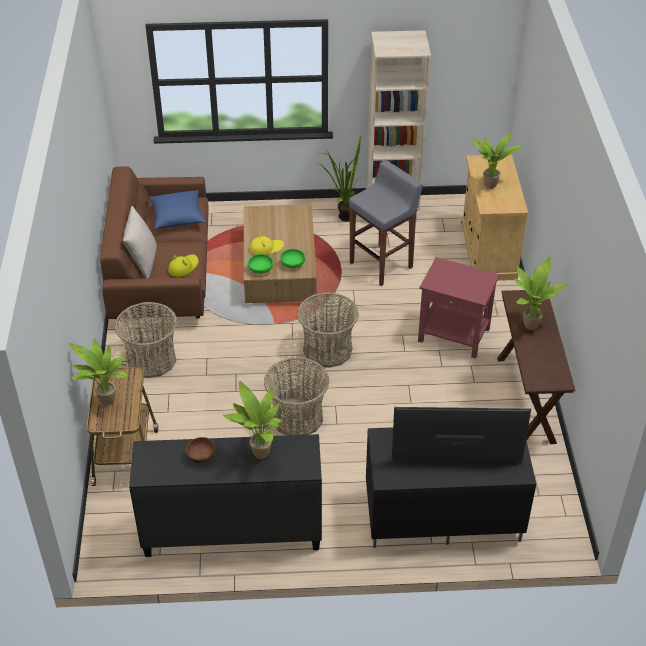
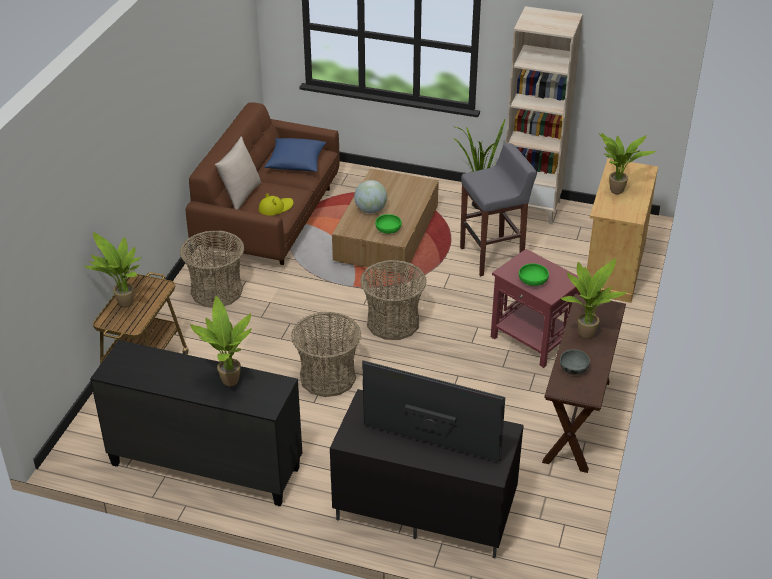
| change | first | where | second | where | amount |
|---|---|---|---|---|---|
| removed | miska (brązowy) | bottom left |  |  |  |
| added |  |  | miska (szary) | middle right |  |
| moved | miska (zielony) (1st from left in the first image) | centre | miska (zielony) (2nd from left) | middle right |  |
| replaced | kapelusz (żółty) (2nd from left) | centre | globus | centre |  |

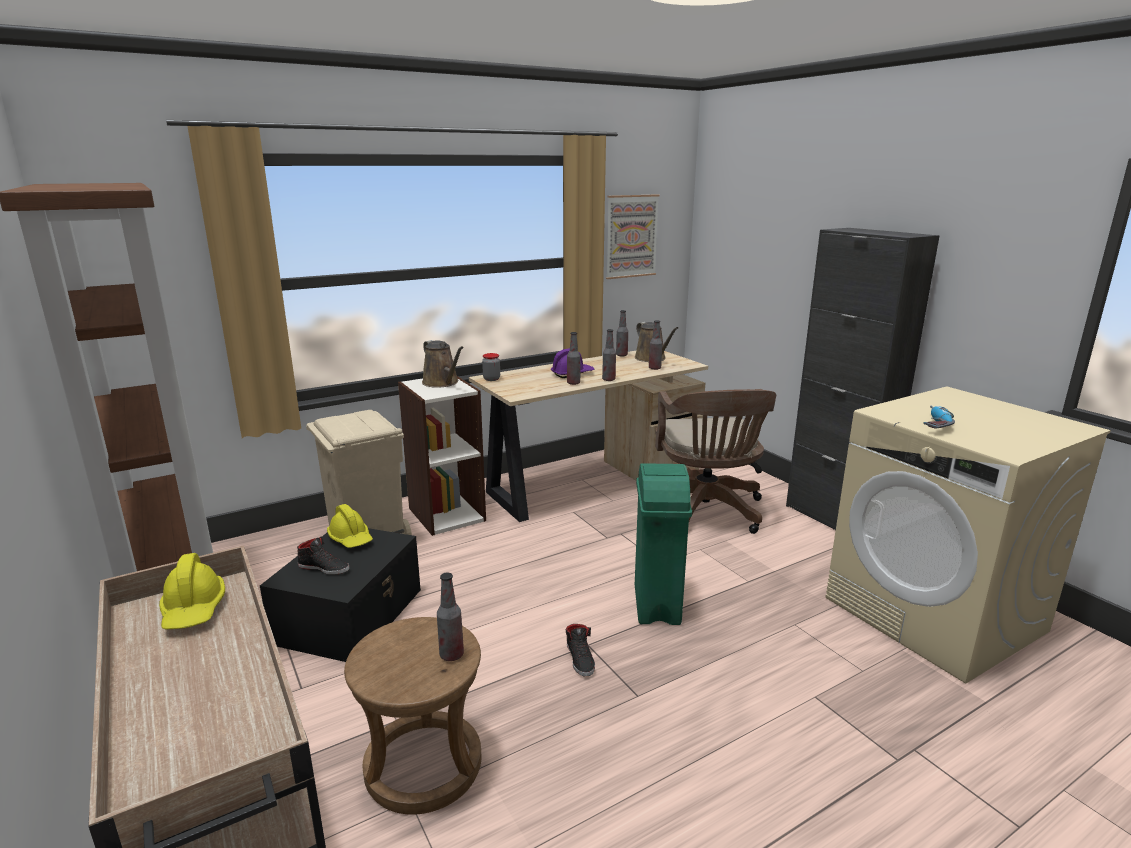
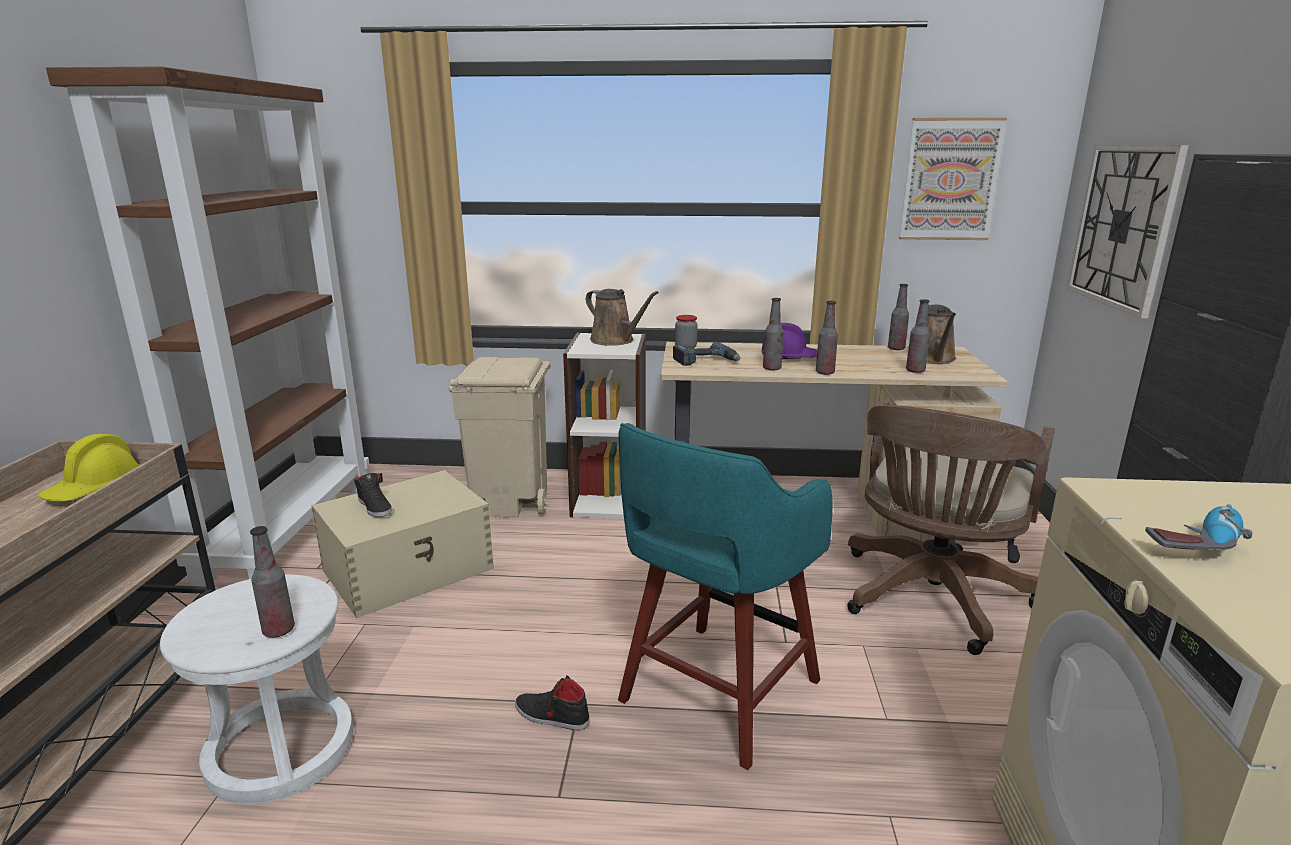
| change | first | where | second | where | amount |
|---|---|---|---|---|---|
| removed | kask (żółty) (2nd from left) | middle left |  |  |  |
| added |  |  | wiertarka (1st from left) | centre |  |
| added |  |  | zegar ścienny | top right |  |
| replaced | kosz na śmieci (zielony) | centre | stołek (turkusowy) | bottom centre |  |
| recoloured | pojemnik do przechowywania (czarny) | bottom left | pojemnik do przechowywania (beżowy) | middle left |  |
| recoloured | stołek (brązowy) | bottom centre | stołek (biały) | bottom left |  |
| turned | konewka (brązowy) (1st from left) | centre |  | centre | 45 degrees counterclockwise |
| turned | but (czarny) (2nd from left) | bottom centre |  | bottom centre | 90 degrees clockwise |

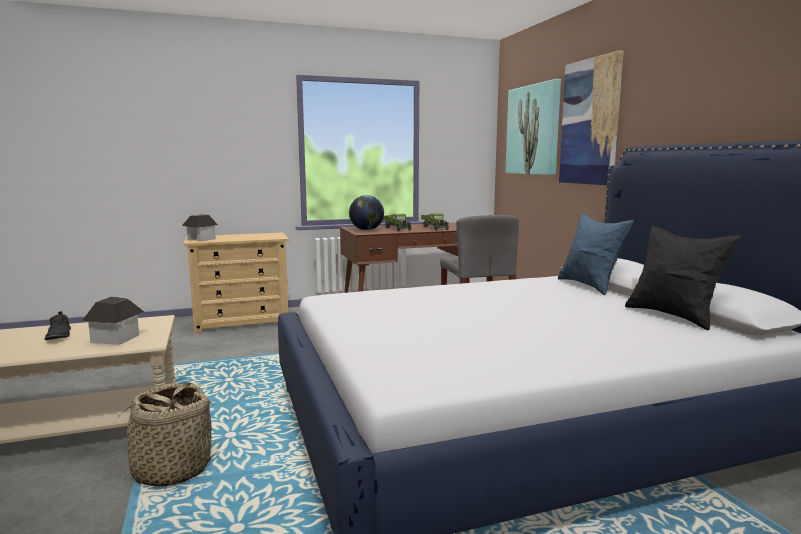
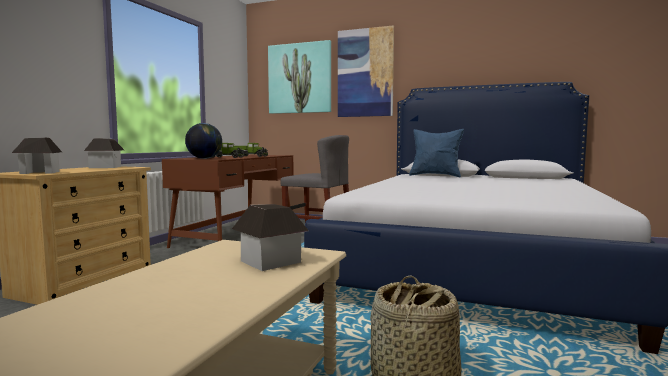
| change | first | where | second | where | amount |
|---|---|---|---|---|---|
| removed | but (czarny) | middle left |  |  |  |
| removed | poduszka (czarny) | middle right |  |  |  |
| added |  |  | domek (2nd from left) | middle left |  |

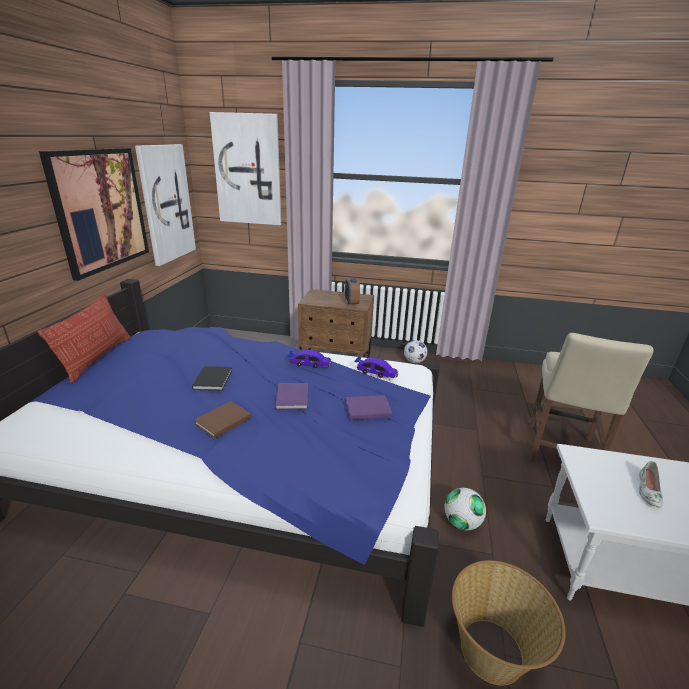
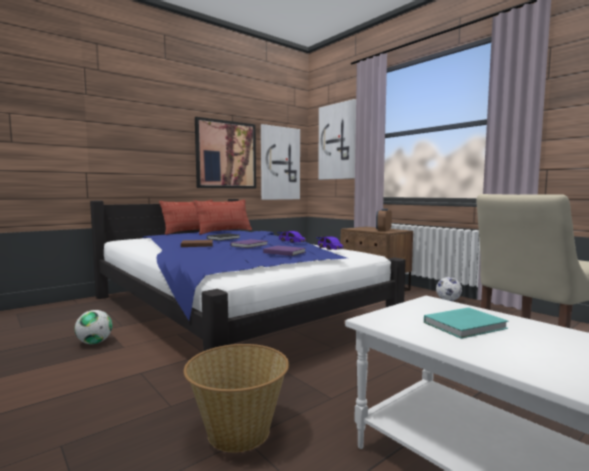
| change | first | where | second | where | amount |
|---|---|---|---|---|---|
| added |  |  | poduszka (2nd from left) | centre |  |
| moved | piłka futbolowa (2nd from left in the first image) | bottom right | piłka futbolowa (1st from left) | bottom left |  |
| replaced | but (biały) | bottom right | książka (turkusowy) | bottom right |  |

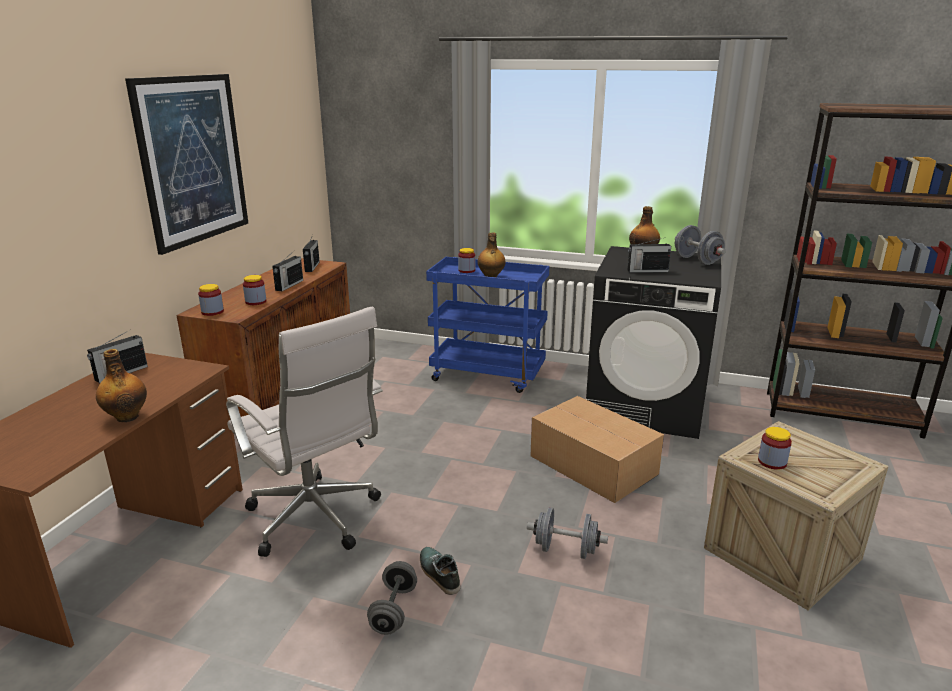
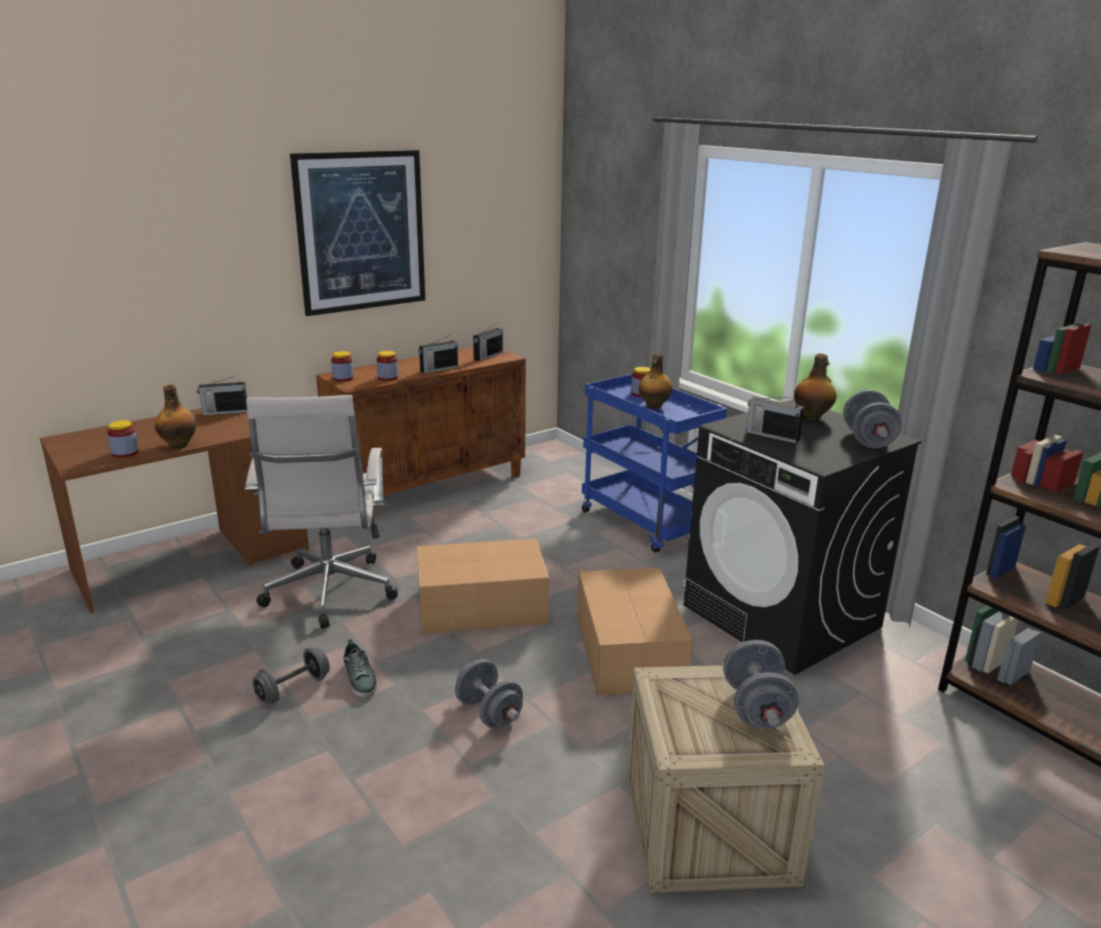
| change | first | where | second | where | amount |
|---|---|---|---|---|---|
| added |  |  | karton (1st from left) | centre |  |
| added |  |  | hantel (szary) (3rd from left) | bottom right |  |
| moved | słoik (4th from left in the first image) | middle right | słoik (1st from left) | middle left |  |
| turned | but | bottom centre |  | bottom left | 150 degrees clockwise |

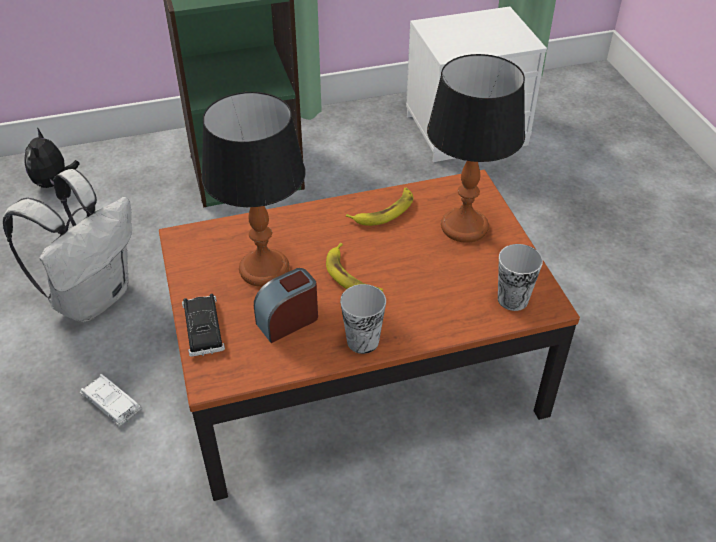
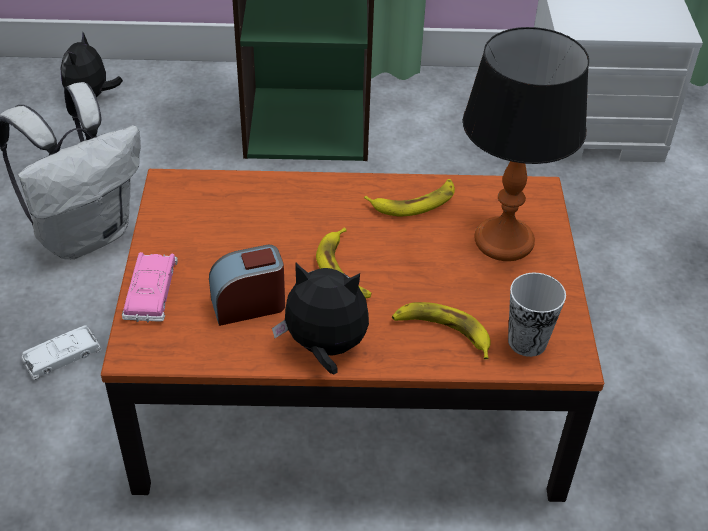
| change | first | where | second | where | amount |
|---|---|---|---|---|---|
| removed | lampa stołowa (1st from left) | centre |  |  |  |
| added |  |  | banan (3rd from left) | centre |  |
| replaced | filiżanka (1st from left) | centre | pluszak (2nd from left) | centre |  |
| recoloured | samochodzik (czarny) | middle left | samochodzik (różowy) | middle left |  |
| turned | samochodzik (biały) | bottom left |  | middle left | 90 degrees clockwise |

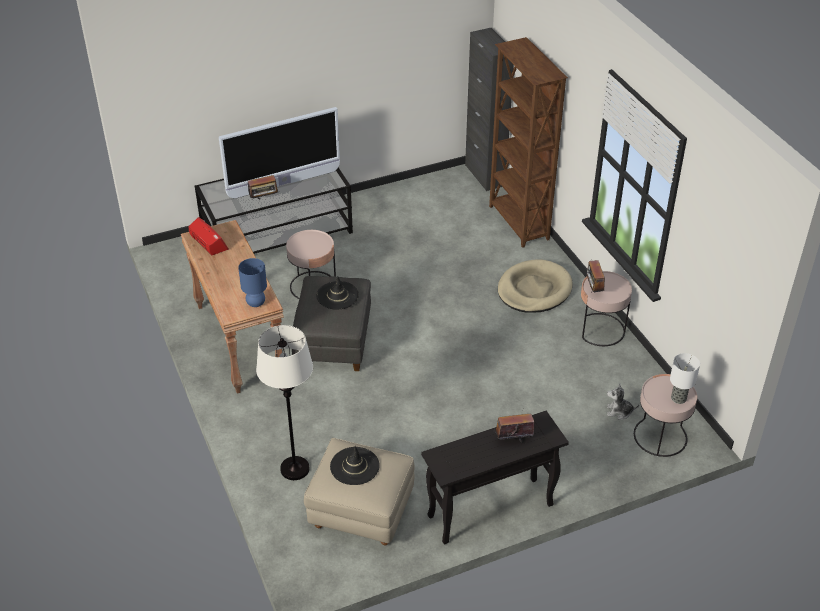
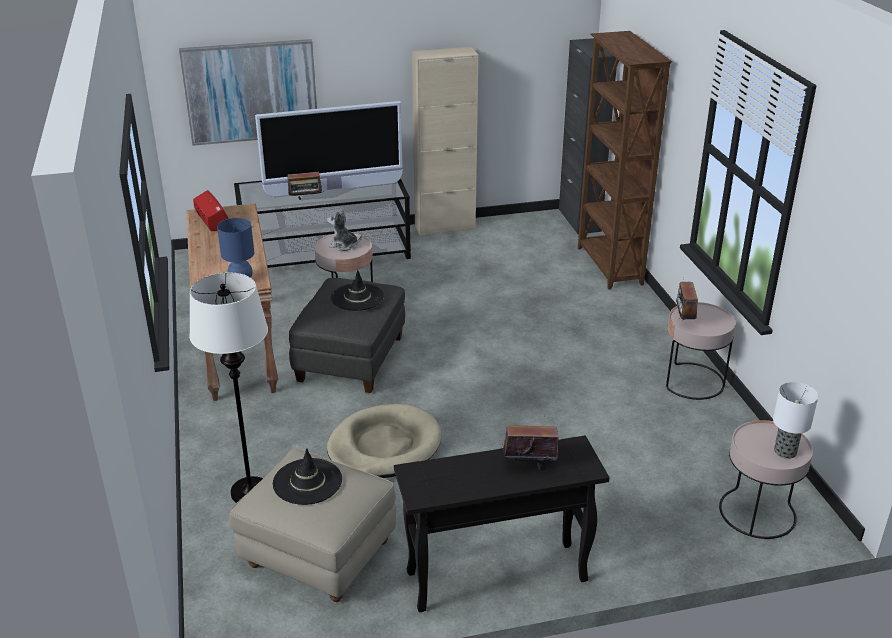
| change | first | where | second | where | amount |
|---|---|---|---|---|---|
| added |  |  | obraz | top left |  |
| added |  |  | szafka (beżowy) | top centre |  |
| moved | legowisko (beżowy) | centre |  | bottom centre |  |
| moved | pluszak | middle right |  | centre |  |

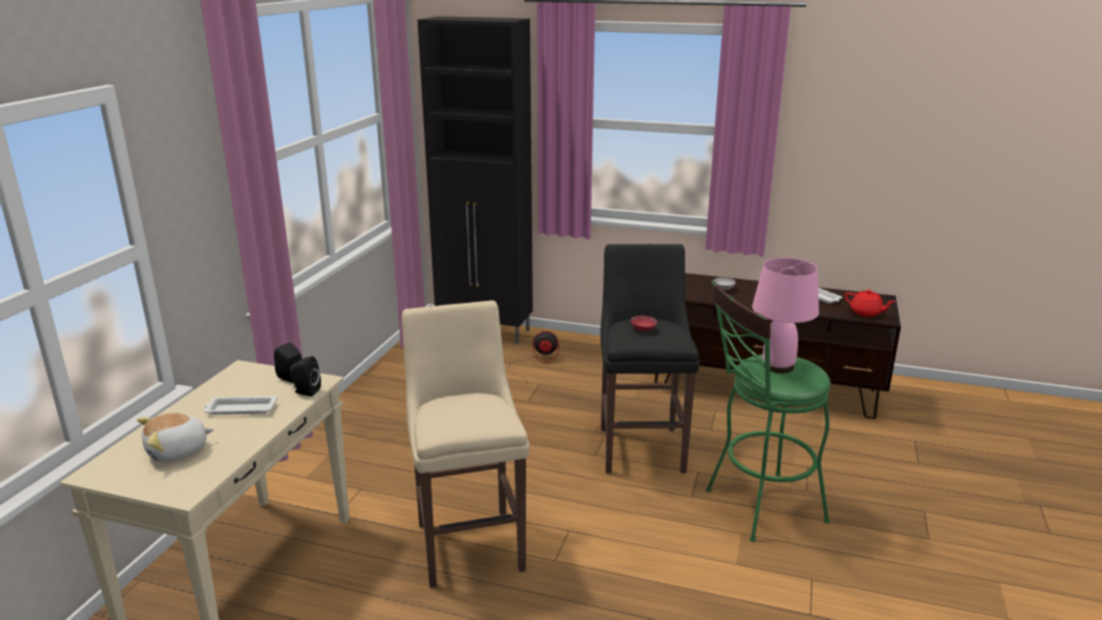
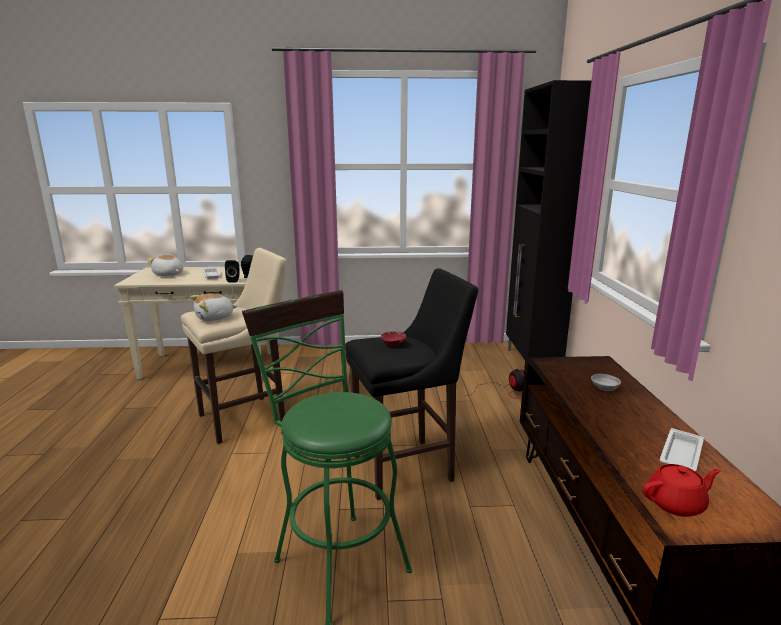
| change | first | where | second | where | amount |
|---|---|---|---|---|---|
| removed | lampa stołowa (różowy) | middle right |  |  |  |
| added |  |  | pluszak (2nd from left) | middle left |  |
| turned | imbryk (czerwony) | middle right |  | bottom right | 120 degrees counterclockwise |

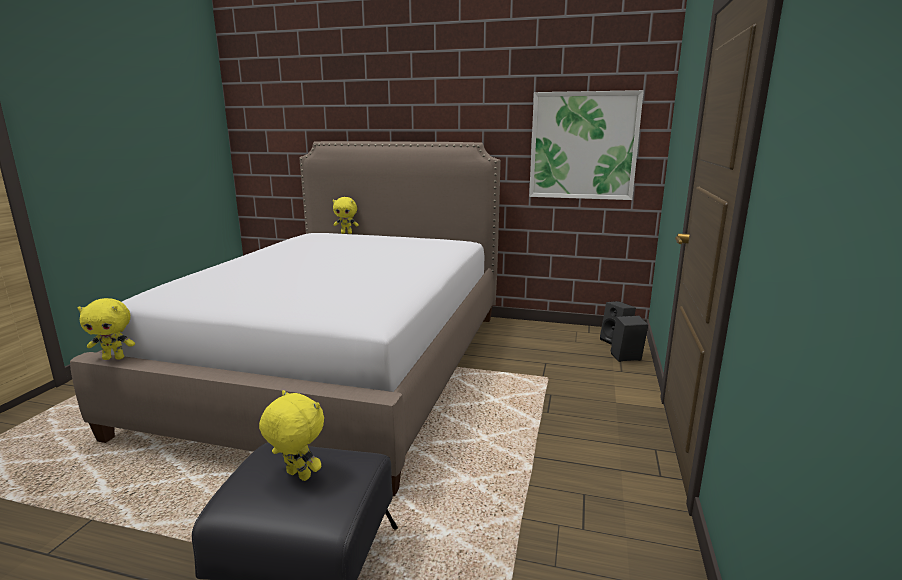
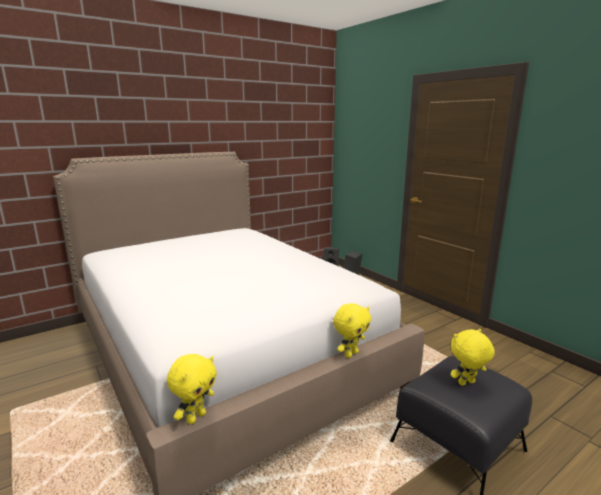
| change | first | where | second | where | amount |
|---|---|---|---|---|---|
| removed | obraz | top centre |  |  |  |
| moved | pluszak (żółty) (3rd from left in the first image) | centre | pluszak (żółty) (2nd from left) | bottom centre |  |

